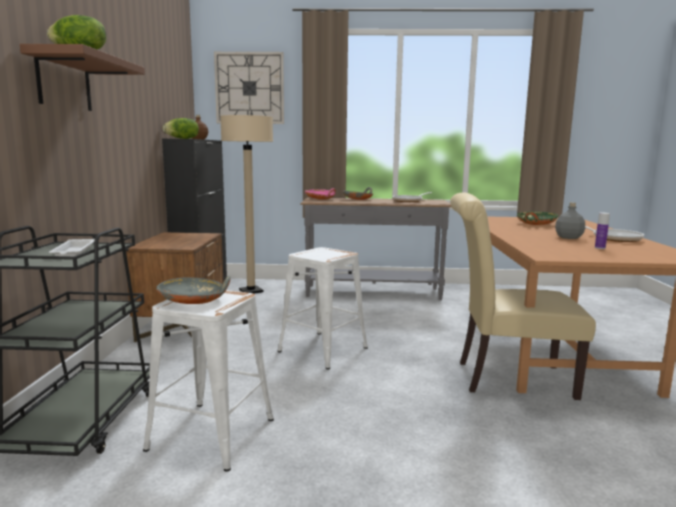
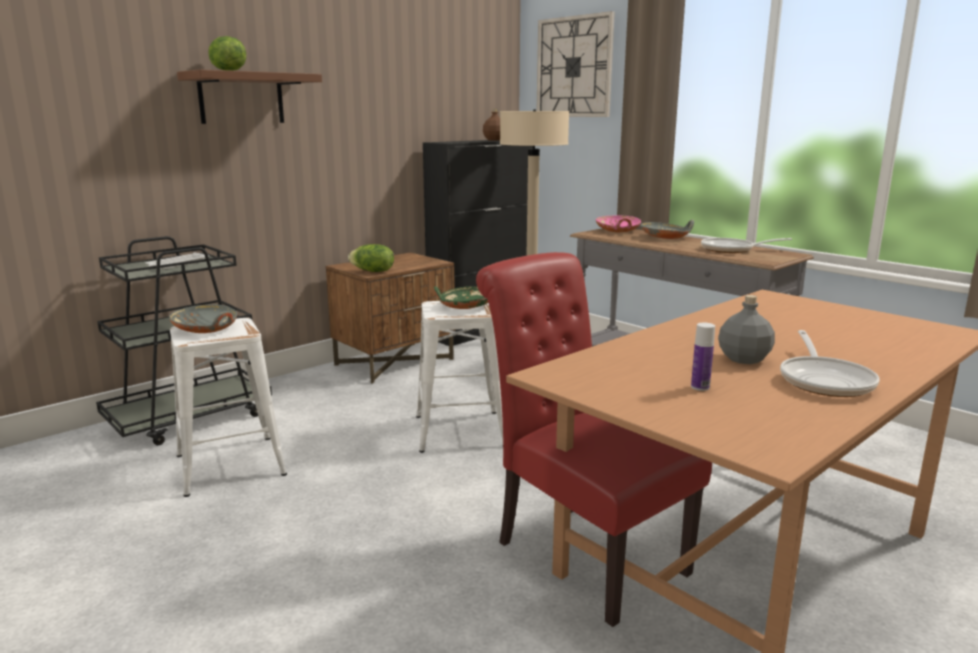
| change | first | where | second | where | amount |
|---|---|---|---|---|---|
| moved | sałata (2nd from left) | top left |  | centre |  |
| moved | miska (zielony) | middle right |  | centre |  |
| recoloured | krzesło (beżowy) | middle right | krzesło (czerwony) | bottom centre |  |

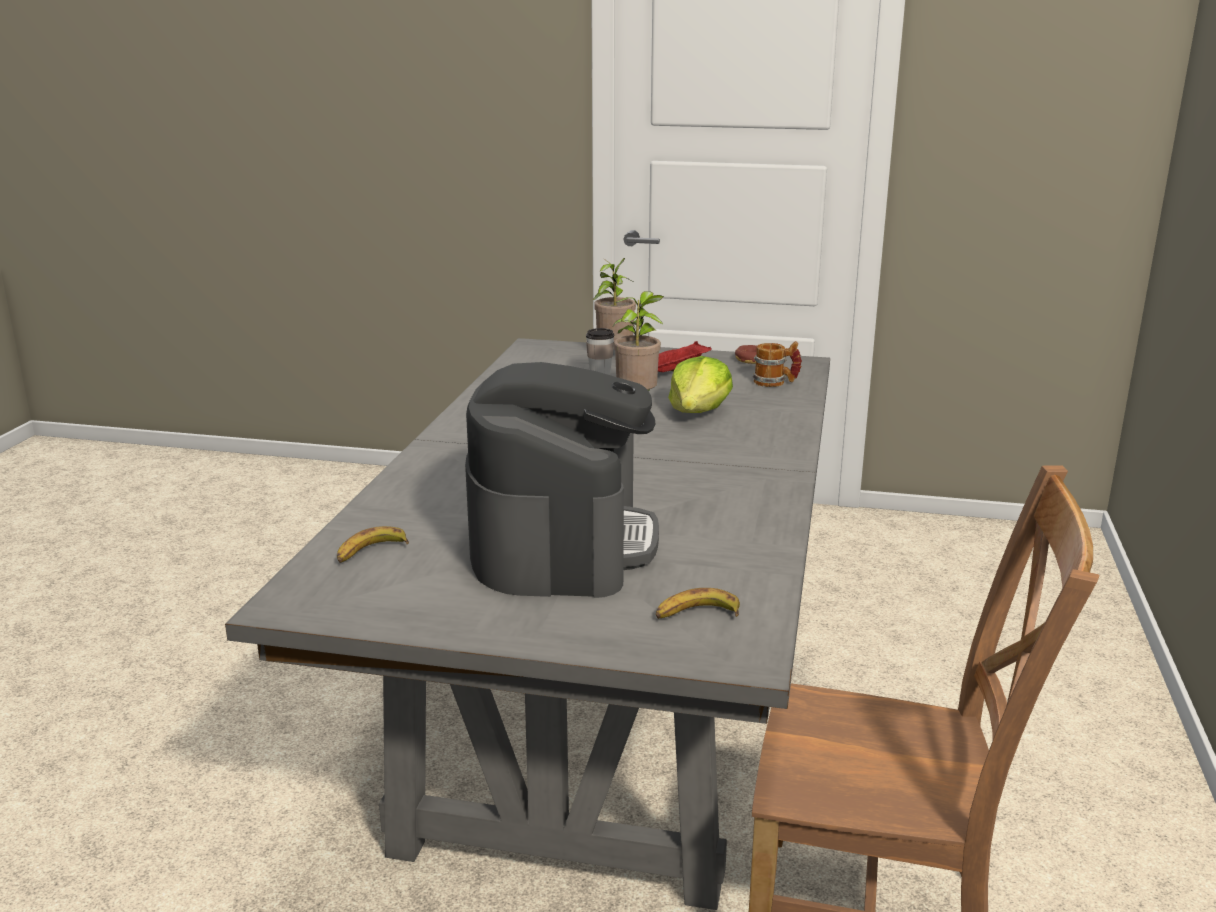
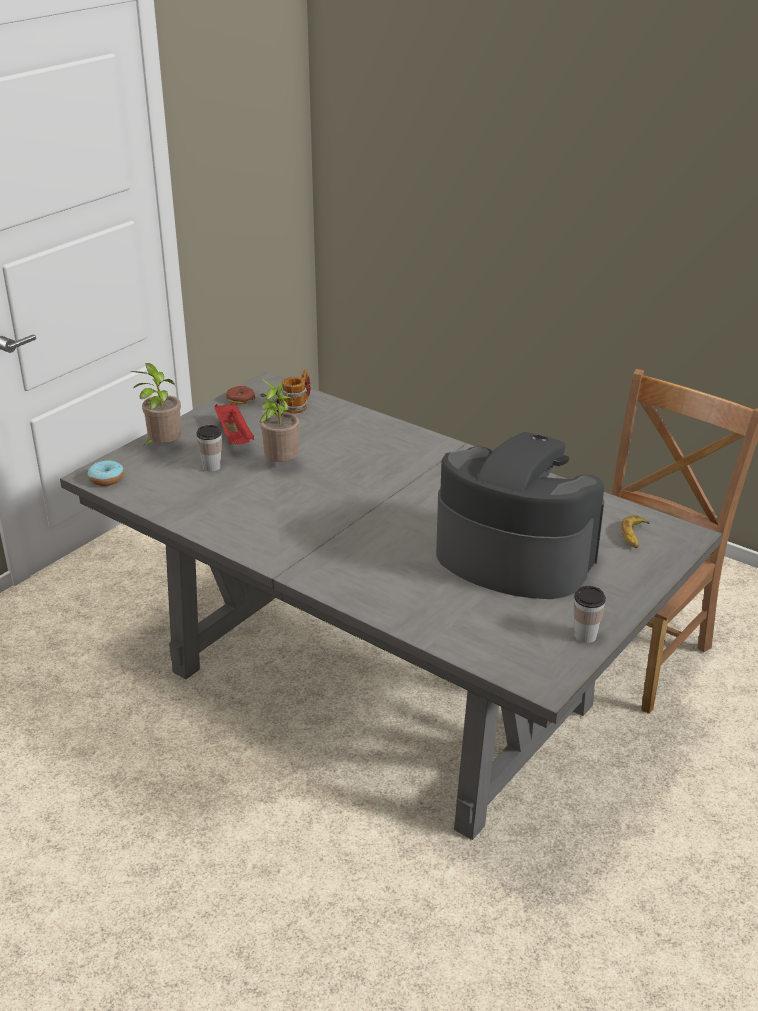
| change | first | where | second | where | amount |
|---|---|---|---|---|---|
| removed | banan (1st from left) | middle left |  |  |  |
| removed | sałata | centre |  |  |  |
| added |  |  | donut (1st from left) | middle left |  |
| added |  |  | filiżanka (2nd from left) | middle right |  |

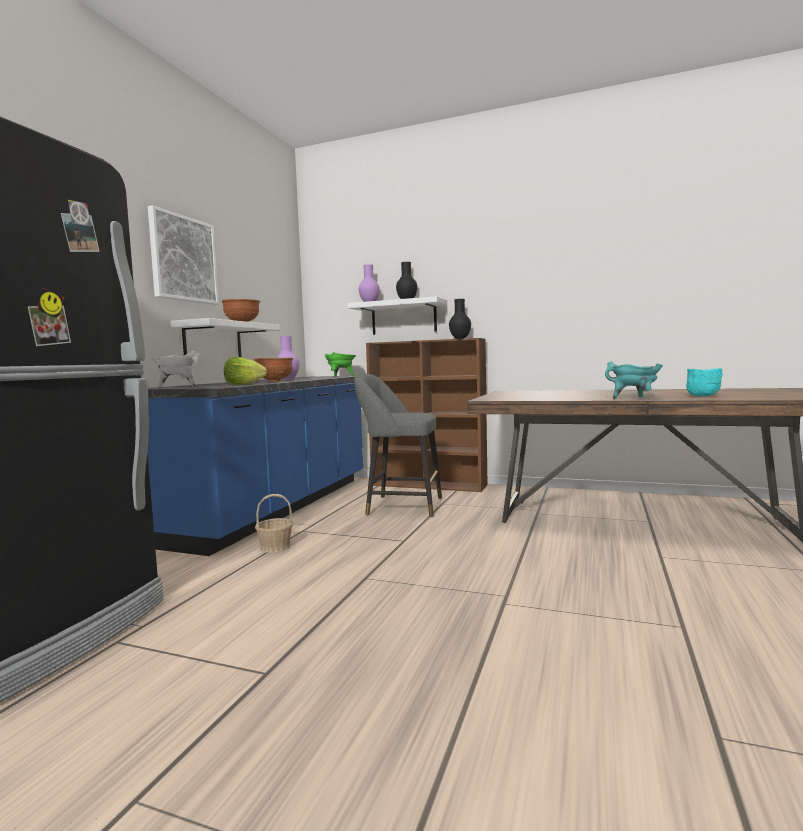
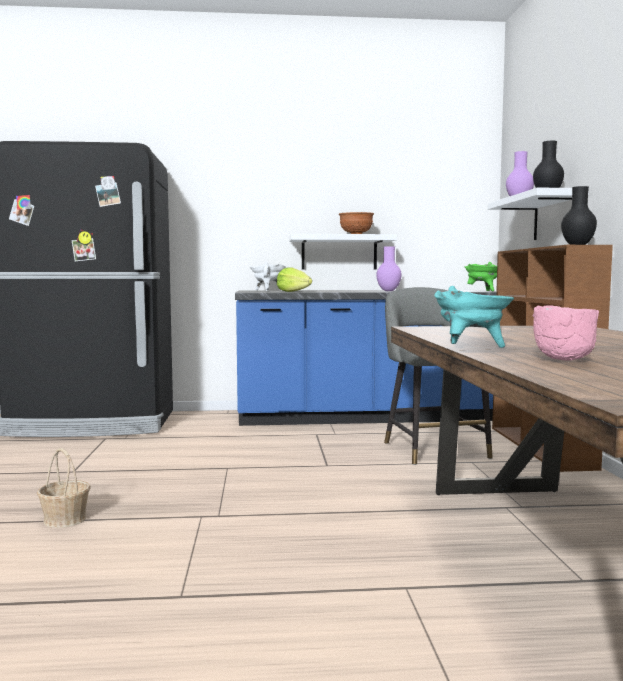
| change | first | where | second | where | amount |
|---|---|---|---|---|---|
| removed | obraz | top left |  |  |  |
| removed | miska (brązowy) (2nd from left) | centre |  |  |  |
| moved | koszyk | centre |  | bottom left |  |
| recoloured | miska (turkusowy) | middle right | miska (różowy) | middle right |  |

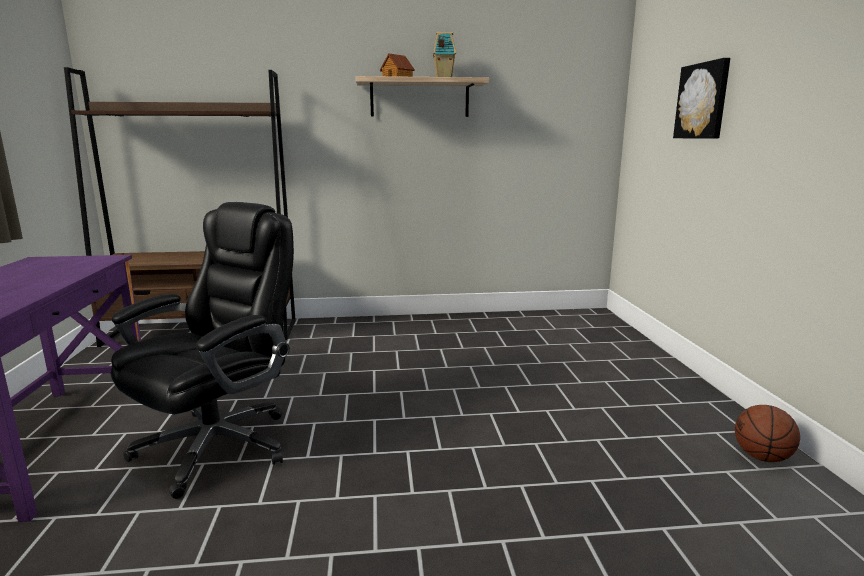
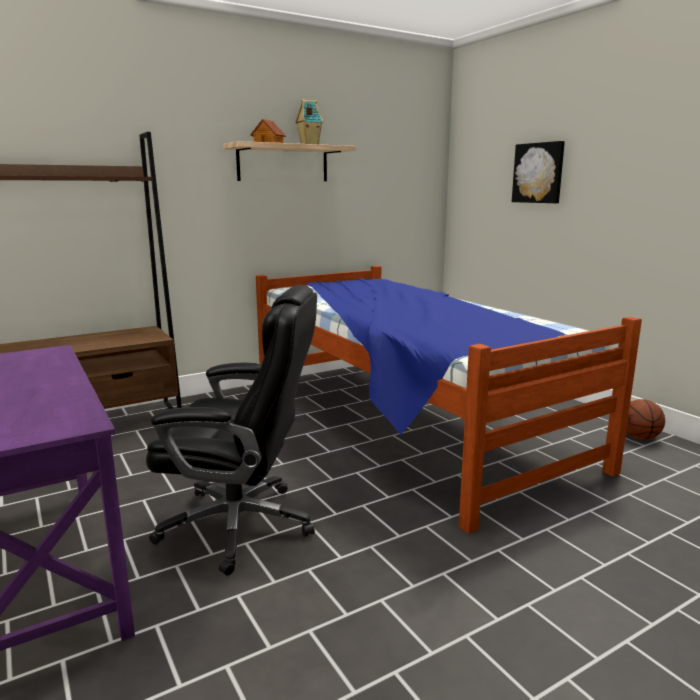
| change | first | where | second | where | amount |
|---|---|---|---|---|---|
| added |  |  | łóżko | centre |  |
| turned | krzesło biurowe (czarny) | middle left |  | middle left | 90 degrees clockwise |

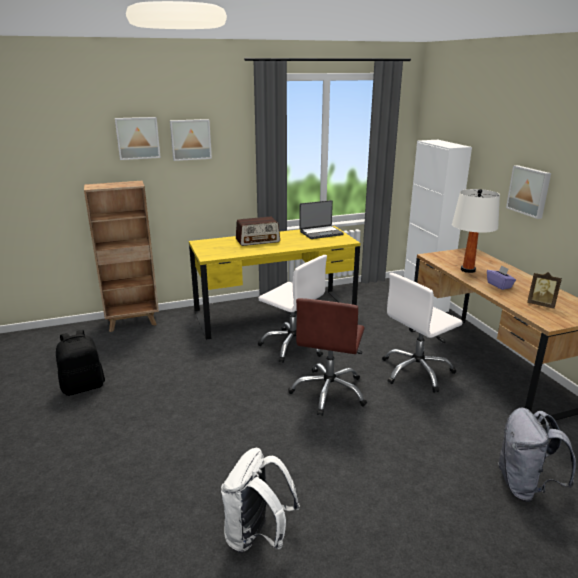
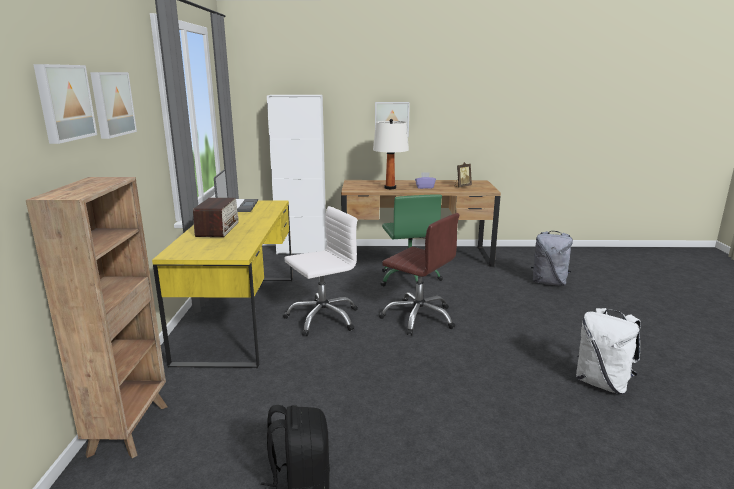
| change | first | where | second | where | amount |
|---|---|---|---|---|---|
| recoloured | krzesło biurowe (biały) (2nd from left) | middle right | krzesło biurowe (zielony) | centre |  |

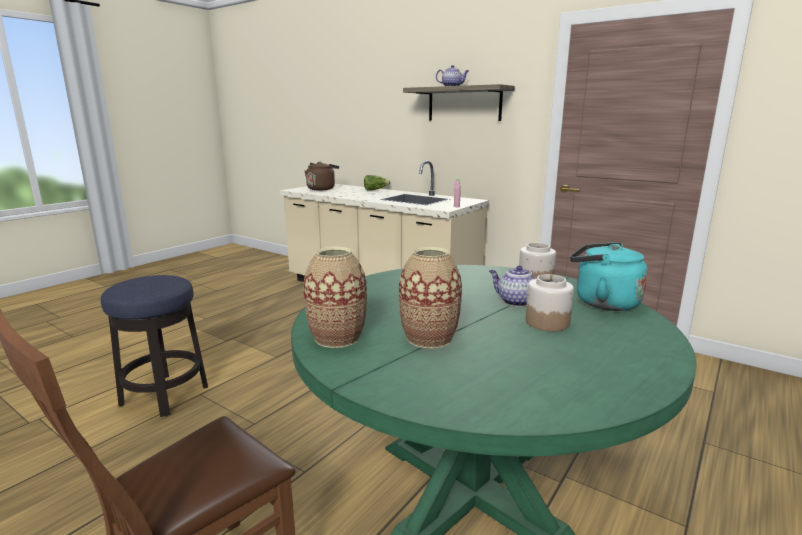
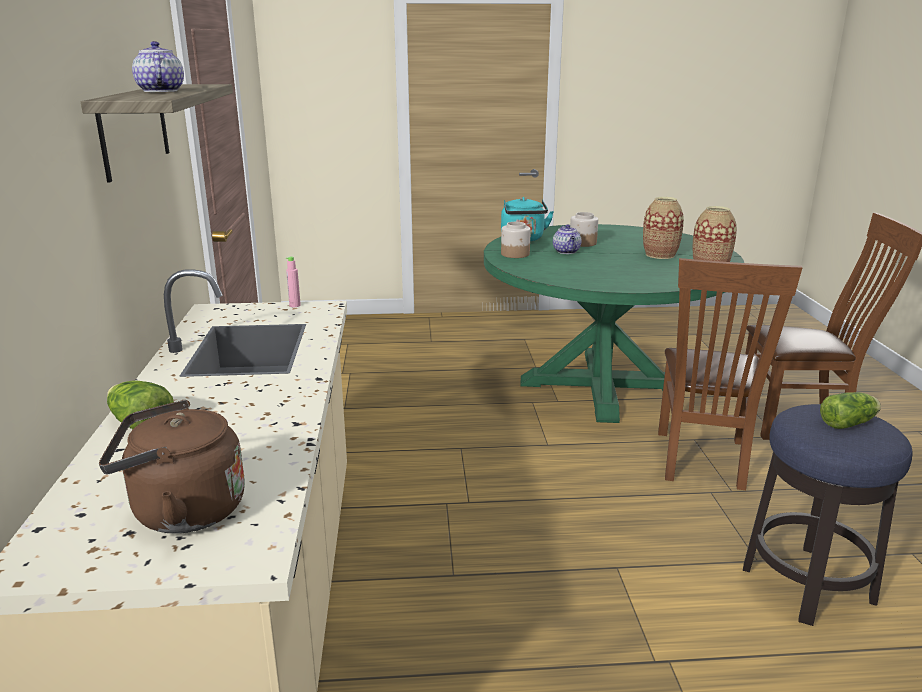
| change | first | where | second | where | amount |
|---|---|---|---|---|---|
| added |  |  | krzesło (brązowy) (1st from left) | middle right |  |
| added |  |  | sałata (2nd from left) | middle right |  |

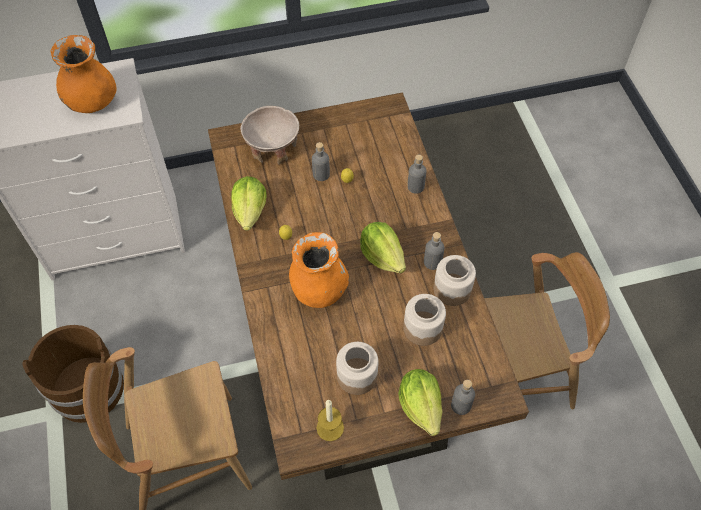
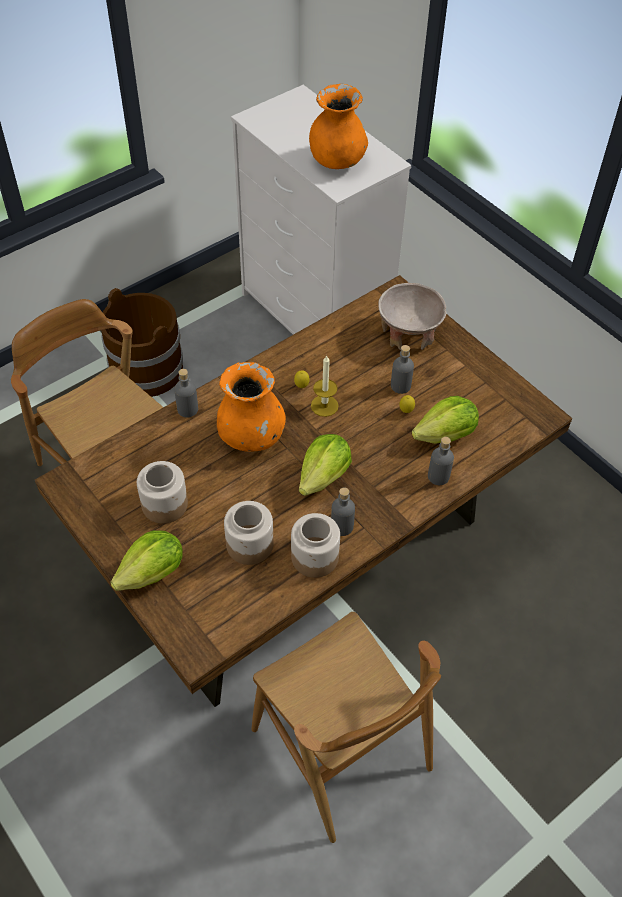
| change | first | where | second | where | amount |
|---|---|---|---|---|---|
| moved | sałata (1st from left in the first image) | centre | sałata (3rd from left) | middle right |  |
| moved | świeca | bottom centre |  | centre |  |
| moved | butelka (szary) (4th from left in the first image) | bottom centre | butelka (szary) (1st from left) | middle left |  |

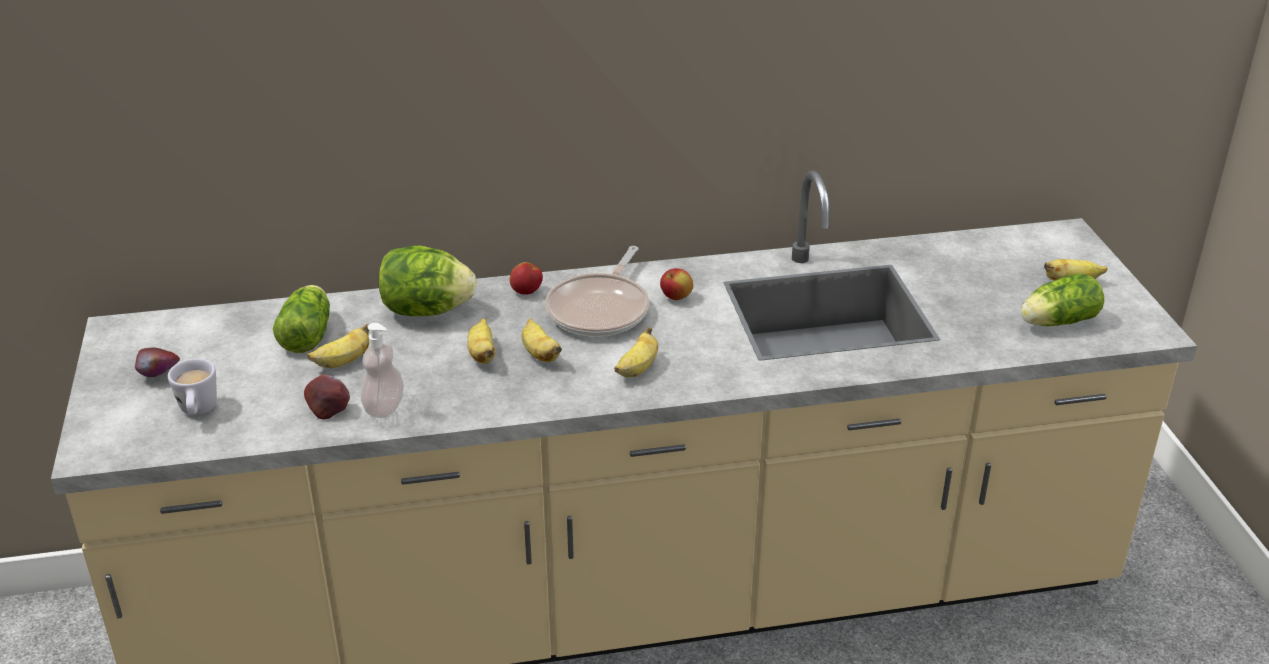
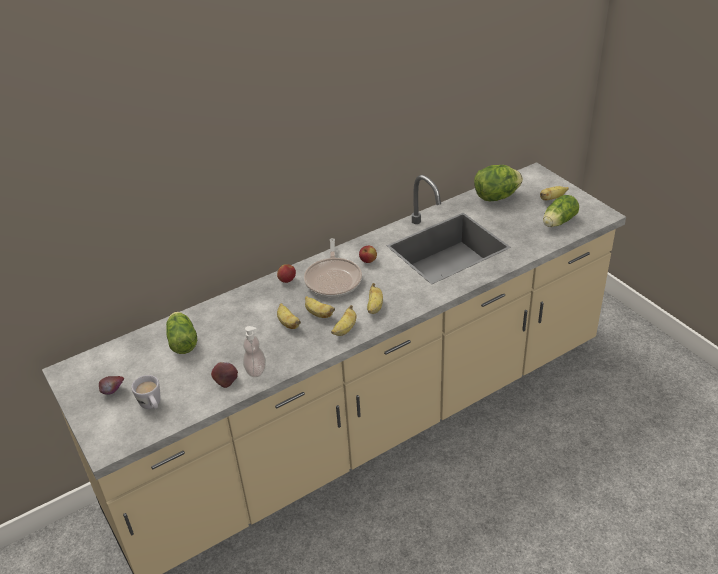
| change | first | where | second | where | amount |
|---|---|---|---|---|---|
| moved | banan (1st from left in the first image) | middle left | banan (3rd from left) | centre |  |
| moved | sałata (2nd from left) | centre |  | top right |  |

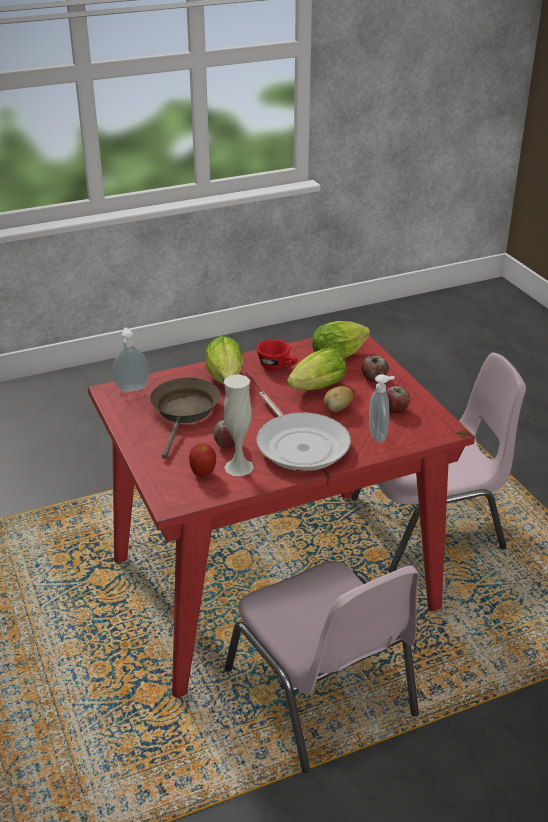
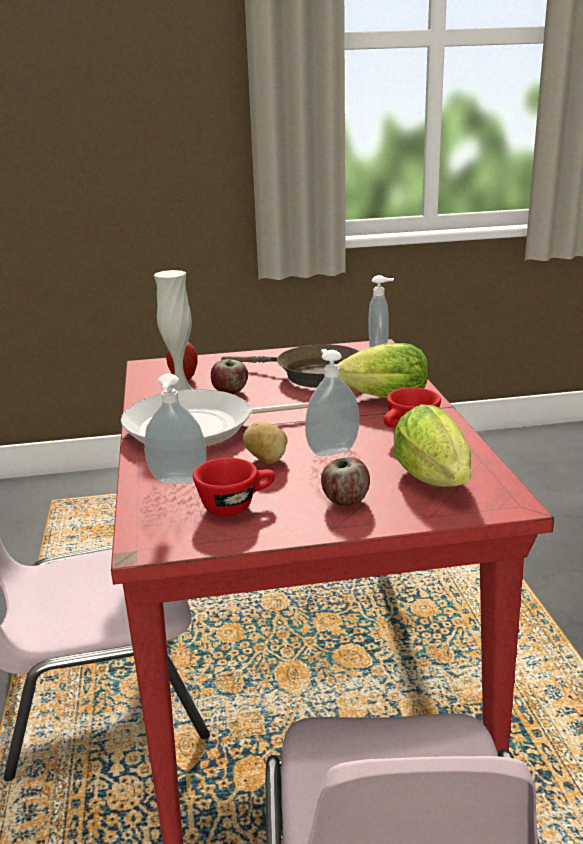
| change | first | where | second | where | amount |
|---|---|---|---|---|---|
| replaced | sałata (2nd from left) | centre | dozownik mydła (2nd from left) | centre |  |
| replaced | jabłko (4th from left) | middle right | filiżanka (czerwony) (1st from left) | centre |  |

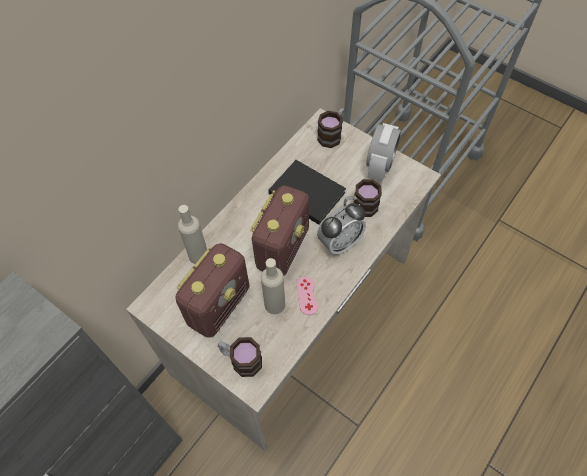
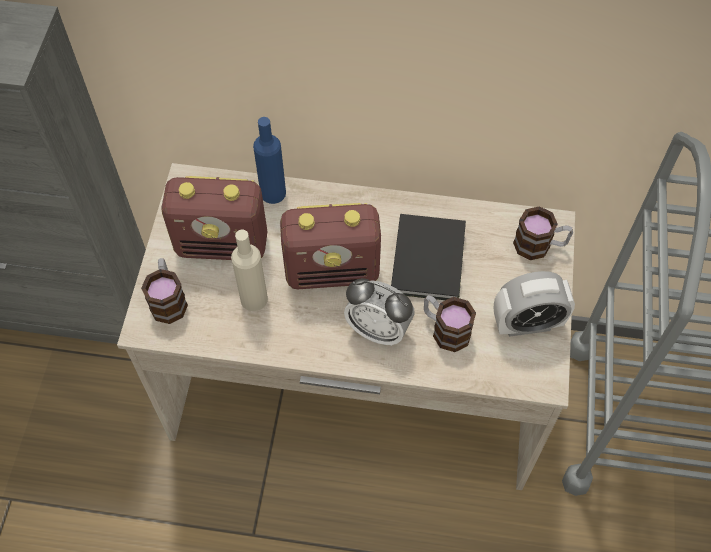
| change | first | where | second | where | amount |
|---|---|---|---|---|---|
| removed | pad do gier (różowy) | centre |  |  |  |
| recoloured | butelka (beżowy) (1st from left) | middle left | butelka (niebieski) | top centre |  |

